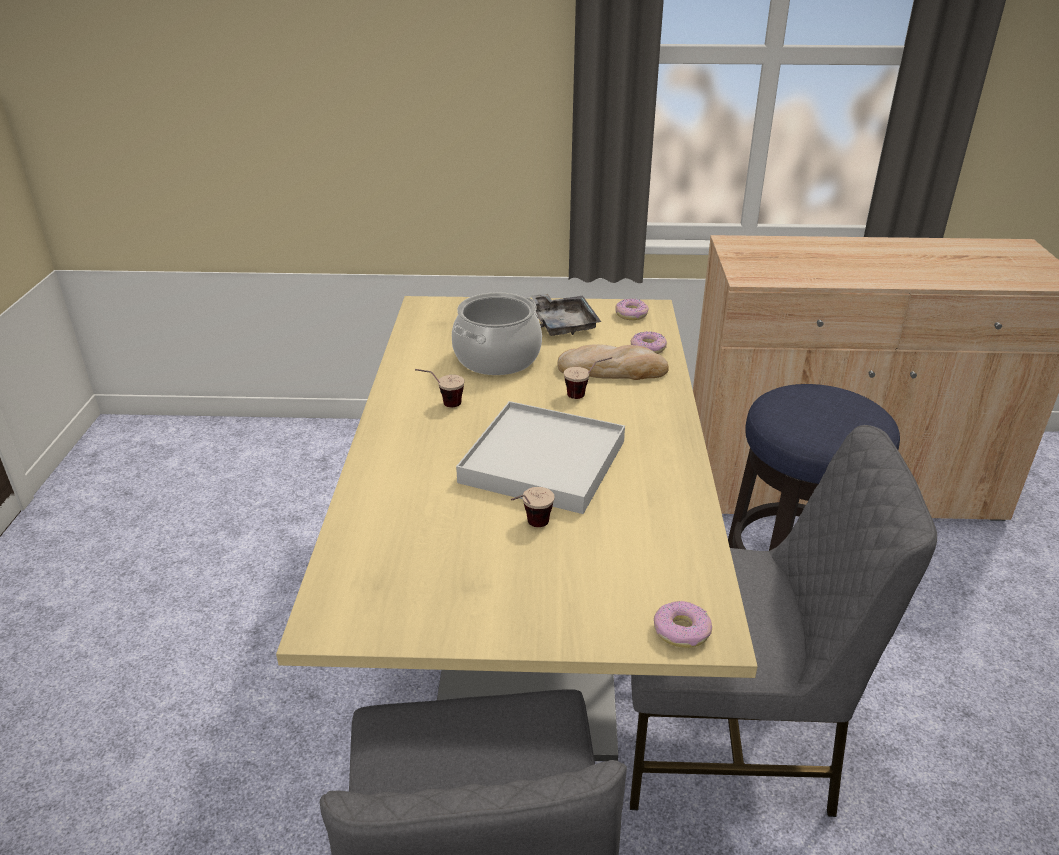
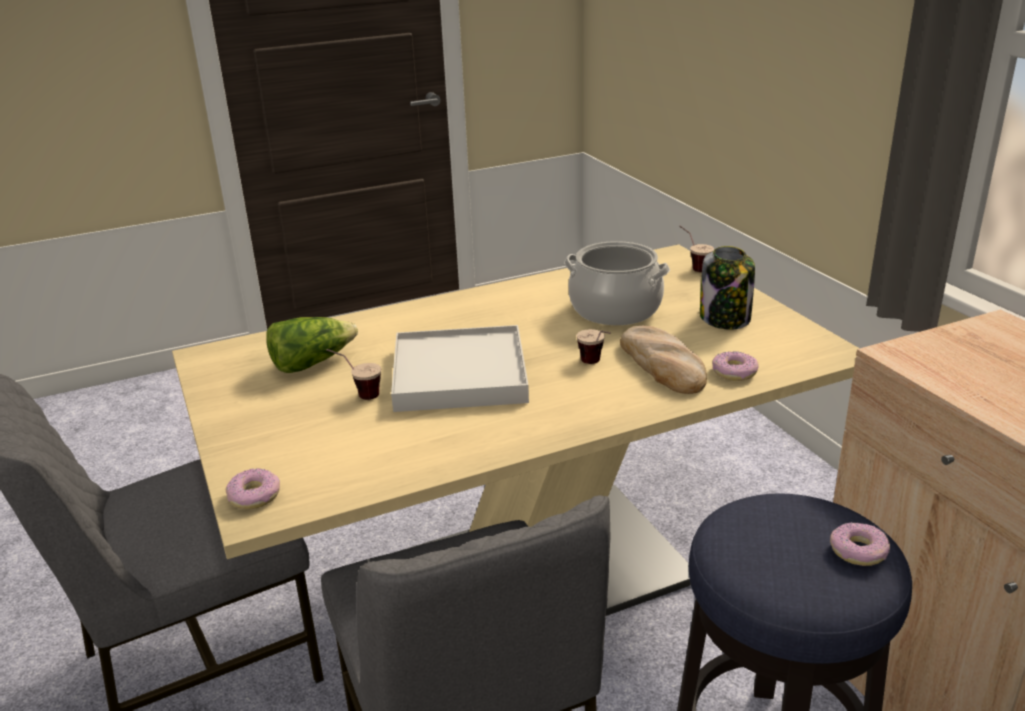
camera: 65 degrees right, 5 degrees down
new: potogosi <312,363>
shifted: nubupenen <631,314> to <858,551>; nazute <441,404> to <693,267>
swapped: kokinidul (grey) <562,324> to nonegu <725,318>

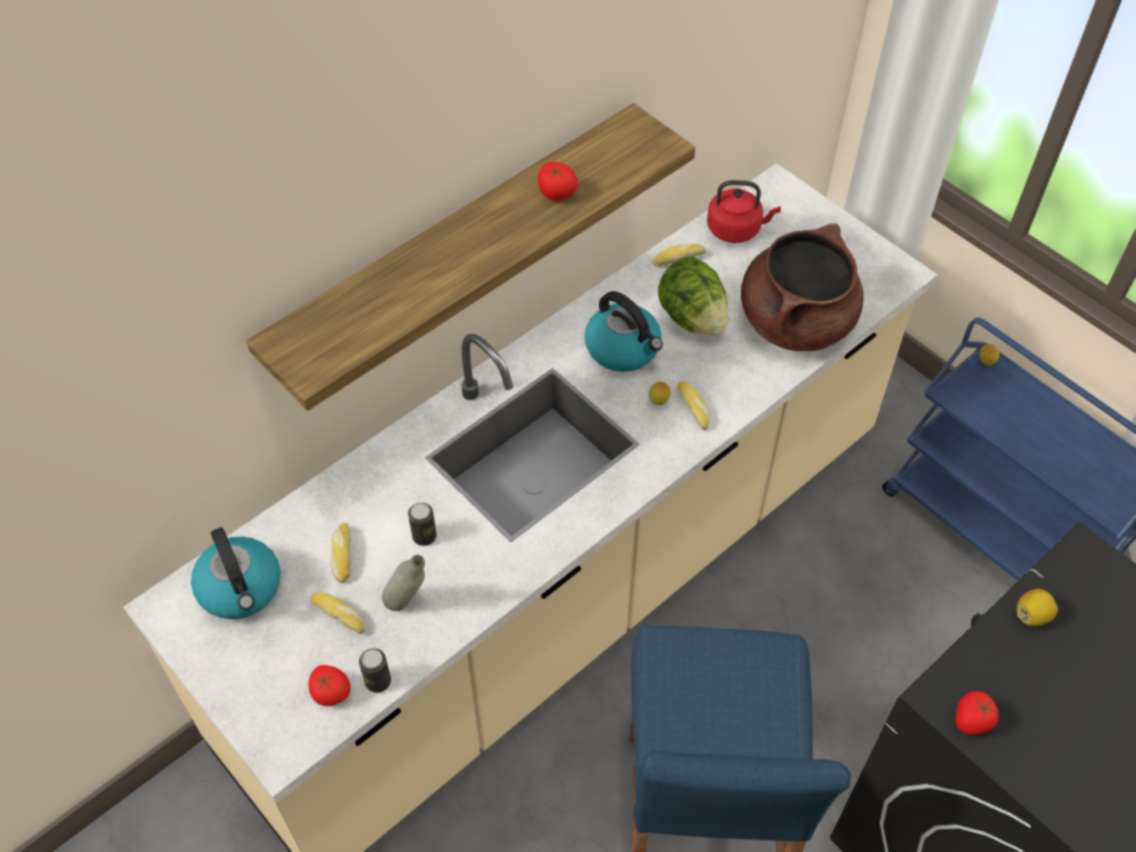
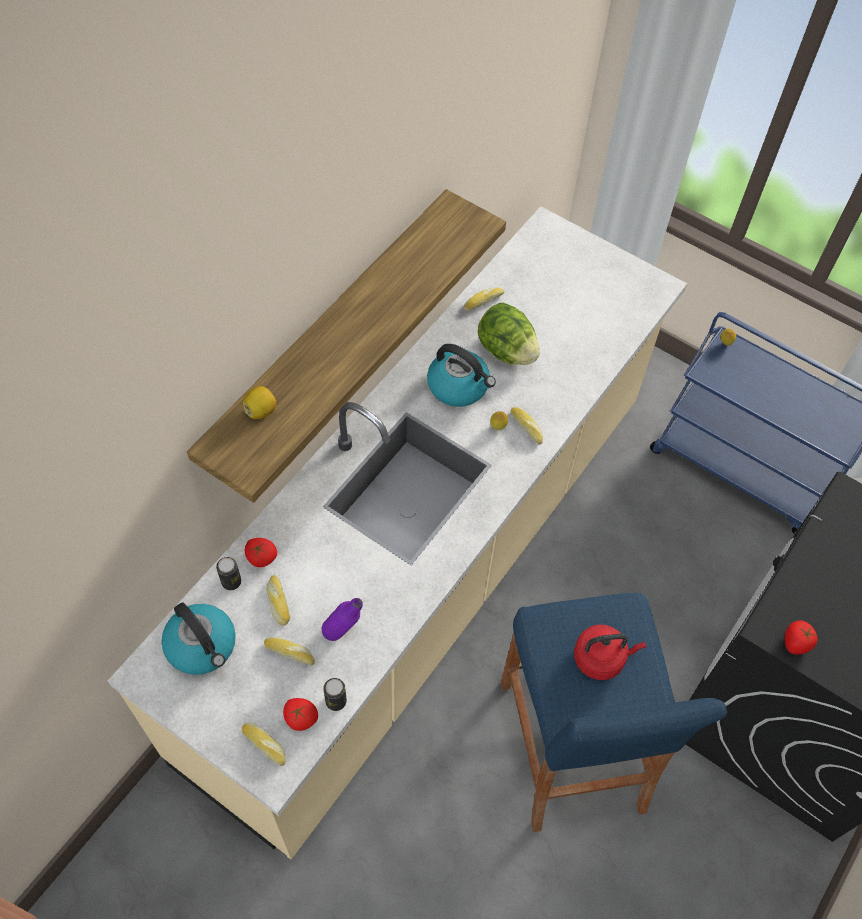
camera: 15 degrees left, 5 degrees up
gone: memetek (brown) <796,322>
new: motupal <265,744>
shifted: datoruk <556,193> to <261,558>; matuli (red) <736,229> to <601,658>; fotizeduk <424,536> to <231,582>; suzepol <1032,615> to <261,410>
repainted: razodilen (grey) <408,605> to razodilen (purple) <343,634>

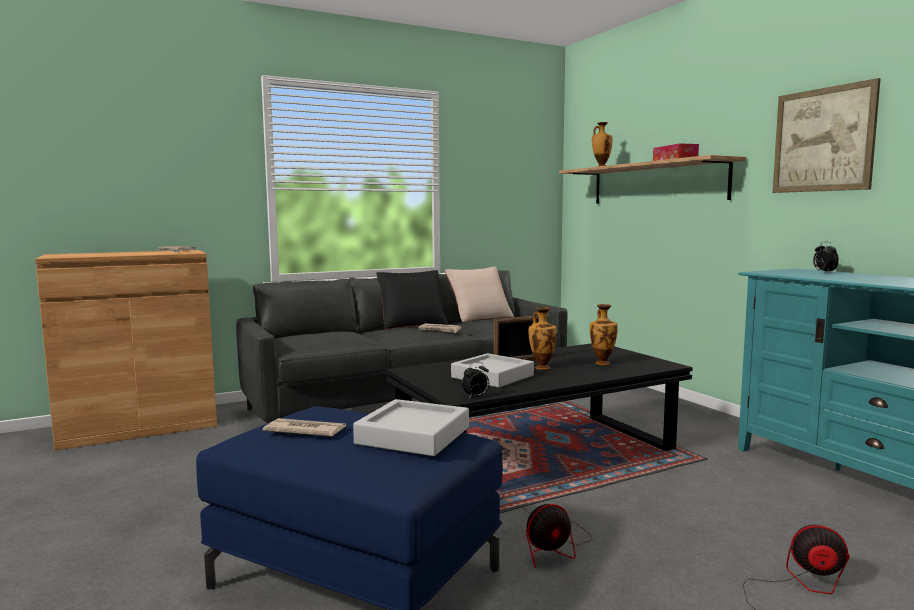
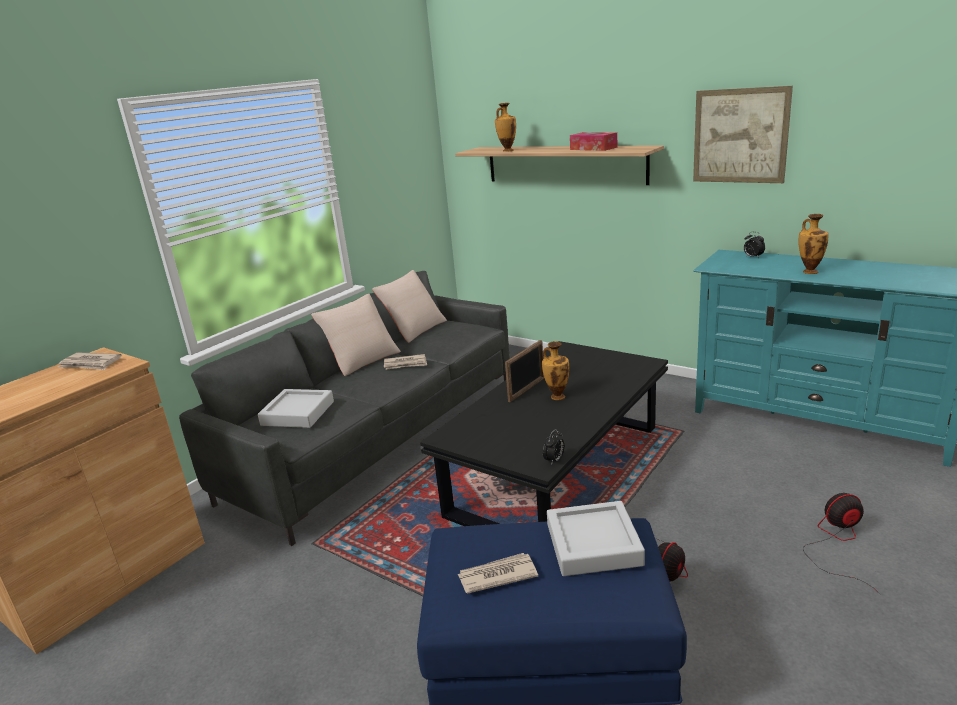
camera: 25 degrees left, 15 degrees up
shifted: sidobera <602,363> to <809,271>; kokinidul (grey) <492,376> to <298,413>
repainted: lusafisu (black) <412,324> to lusafisu (beige) <361,359>

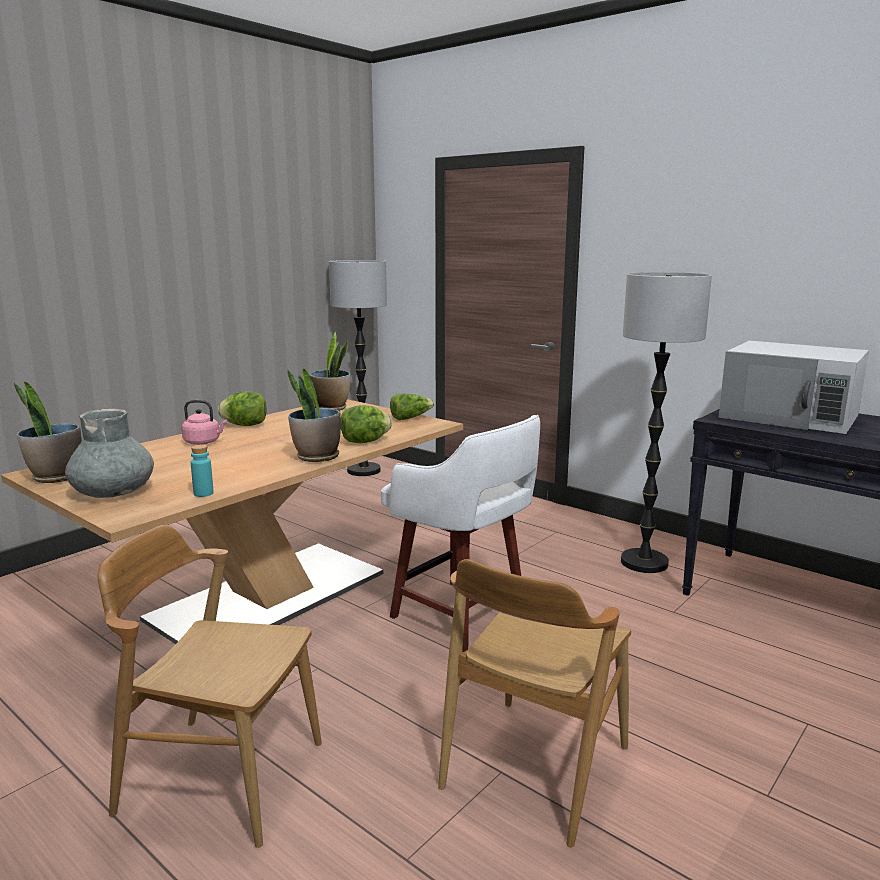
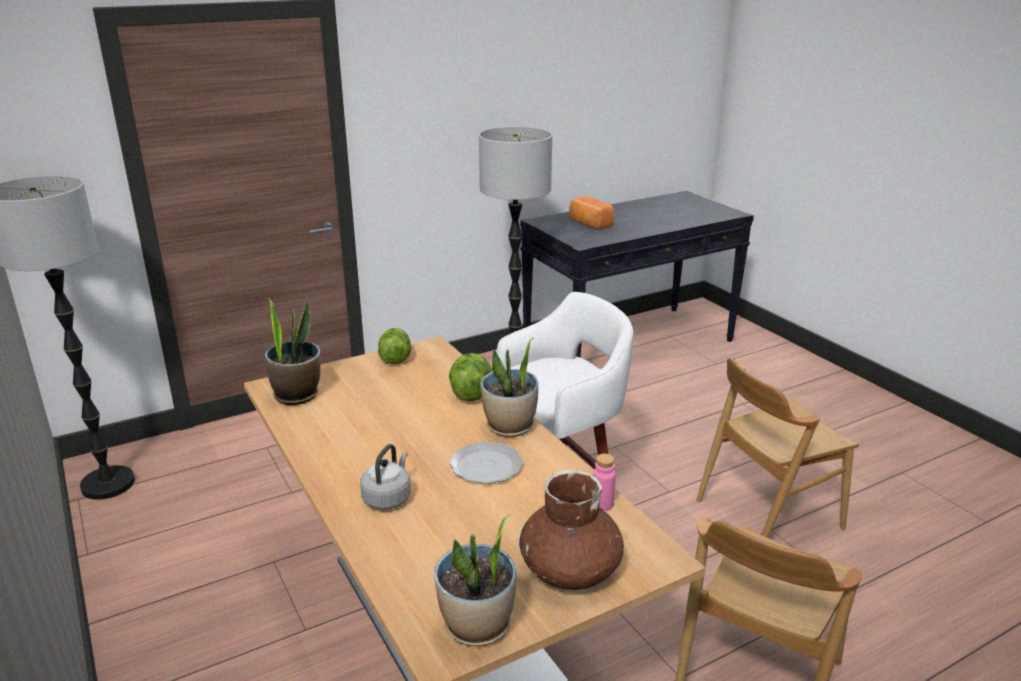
camera: 70 degrees left, 10 degrees up
gone: potogosi <245,425>
new: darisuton <485,466>
swapped: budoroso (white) <790,416> to motupal <589,224>
repainted: matuli (pink) <204,442> to matuli (grey) <388,498>; sidobera (grey) <114,492> to sidobera (brown) <570,569>; razodilen (turquoise) <203,493> to razodilen (pink) <602,504>
rotated: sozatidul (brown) <534,767> = <767,514> 105 degrees clockwise

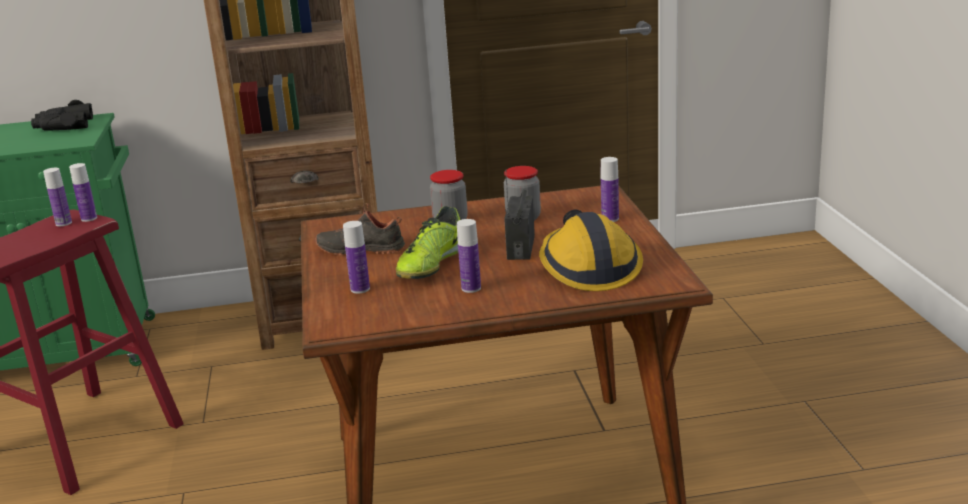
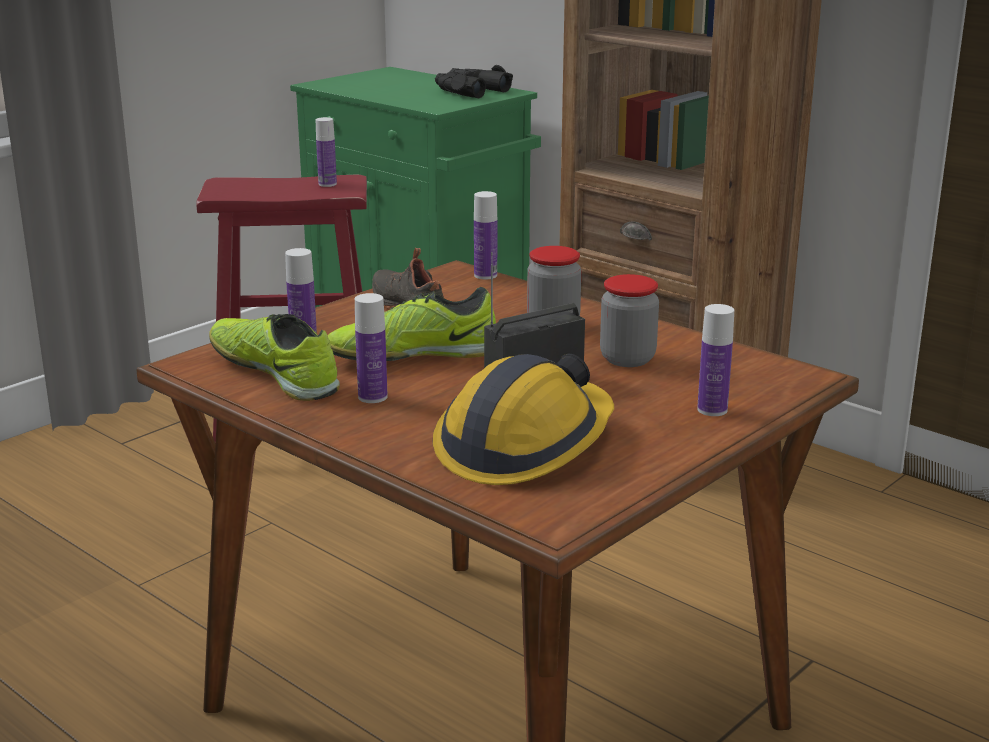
camera: 50 degrees right, 0 degrees up
new: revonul <275,372>
shifted: razodilen <89,218> to <485,275>

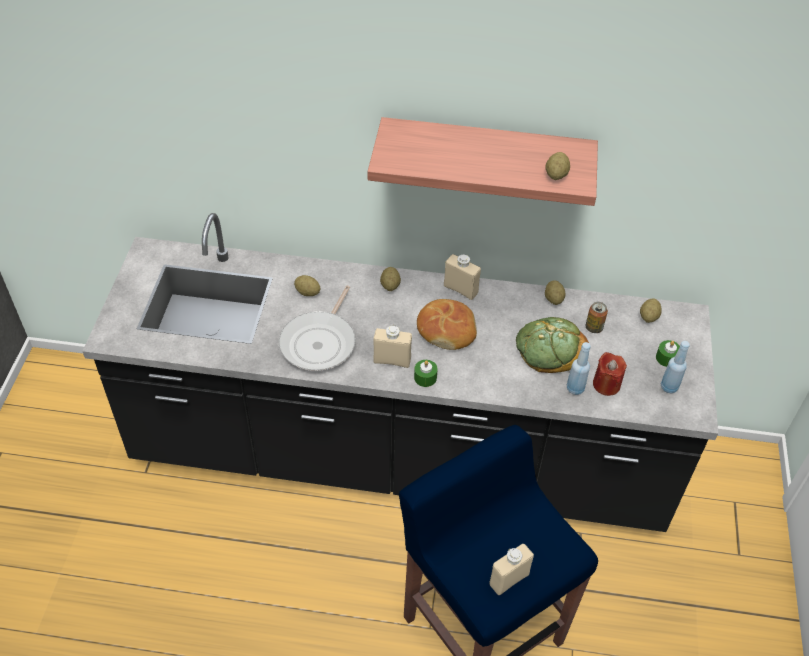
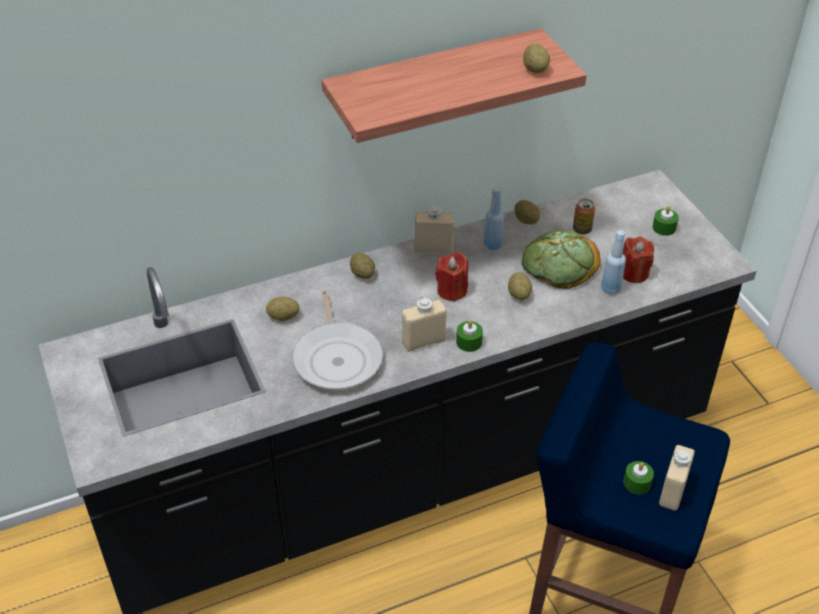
camera: 30 degrees left, 5 degrees down
new: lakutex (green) <637,483>
shifted: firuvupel <648,317> to <519,294>; razodilen (blue) <669,387> to <492,245>
swapped: motupal <446,330> to lakutex (red) <452,290>

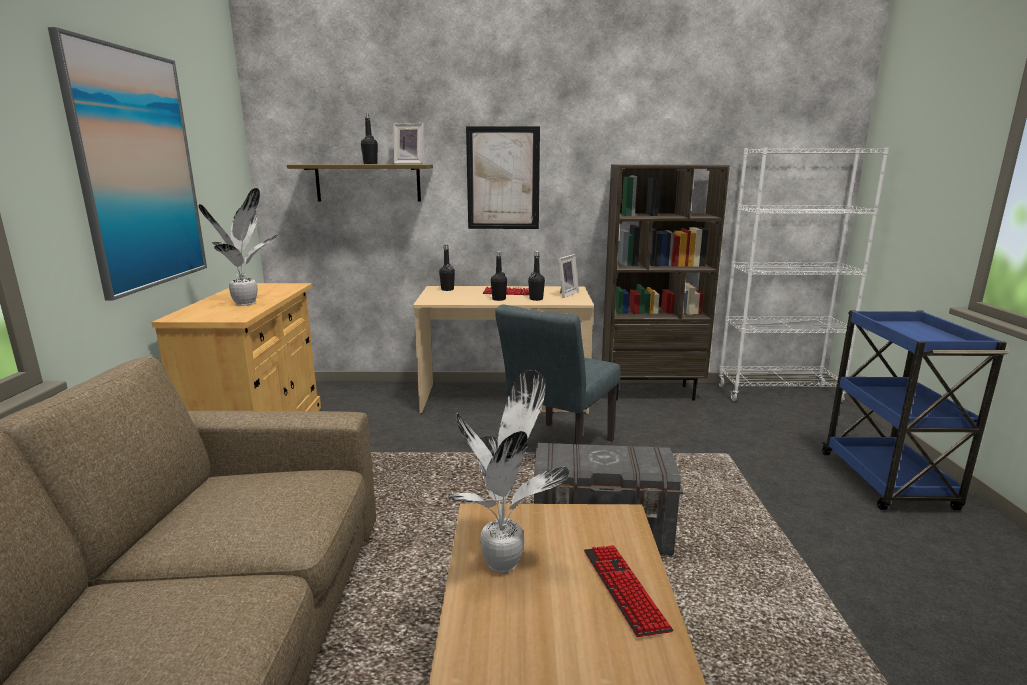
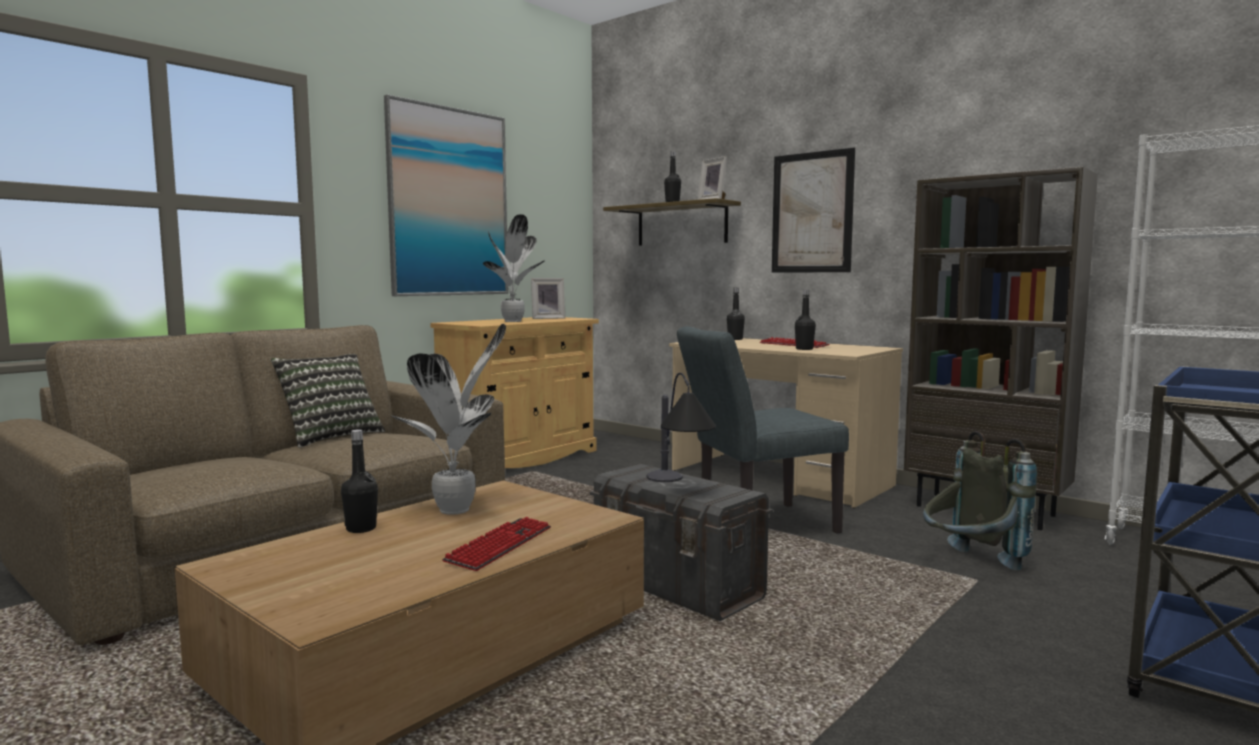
camera: 40 degrees right, 10 degrees down
new: lusafisu <330,436>; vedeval <678,487>; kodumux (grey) <969,565>
shifted: razodilen (black) <499,299> to <361,529>; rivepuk <565,294> to <547,318>

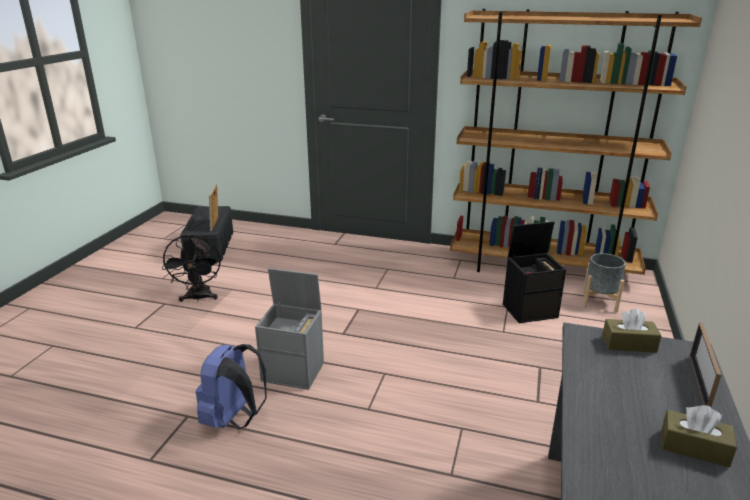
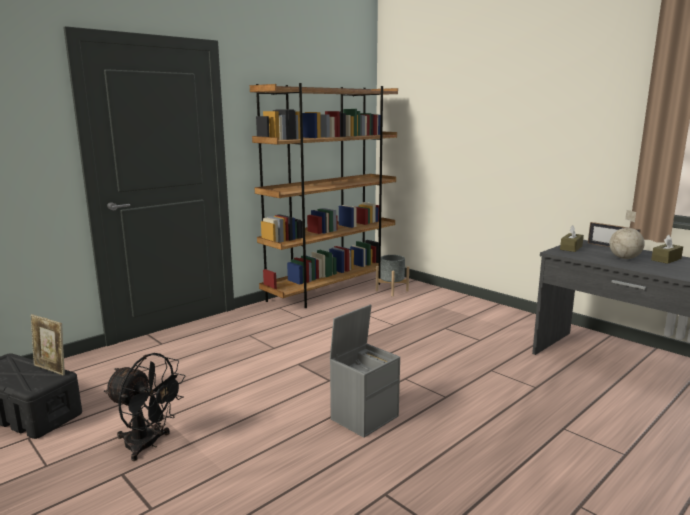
camera: 60 degrees left, 10 degrees down
gone: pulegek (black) <530,310>; kodumux (blue) <234,419>
new: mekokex <624,258>

